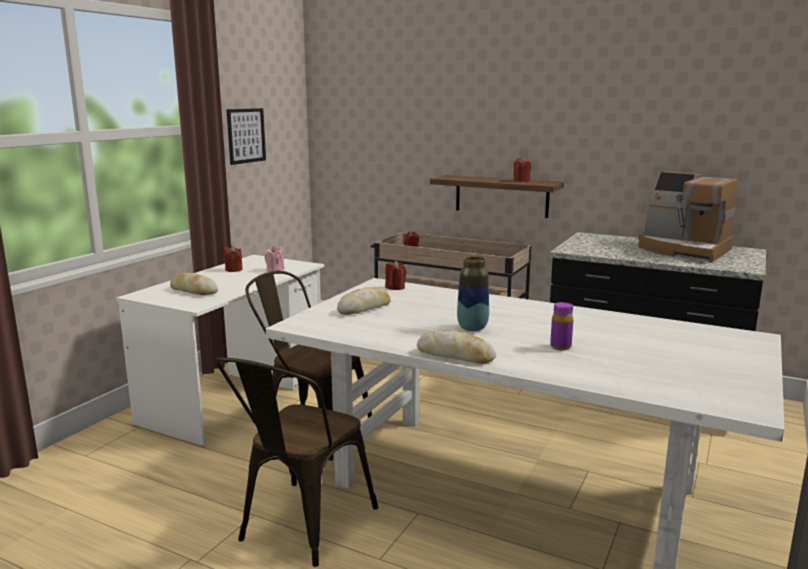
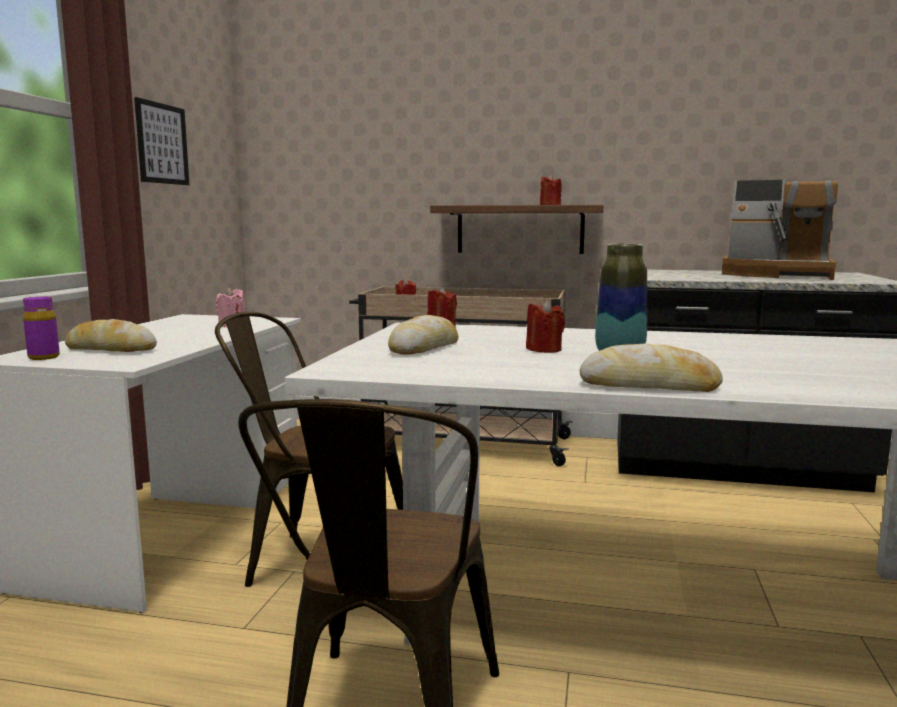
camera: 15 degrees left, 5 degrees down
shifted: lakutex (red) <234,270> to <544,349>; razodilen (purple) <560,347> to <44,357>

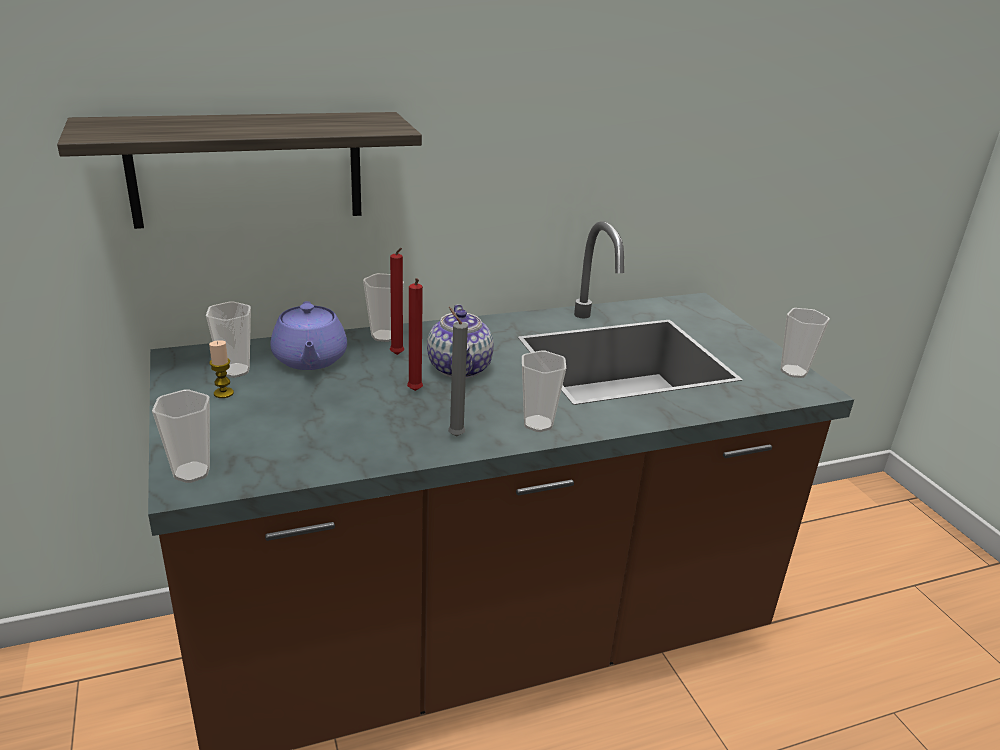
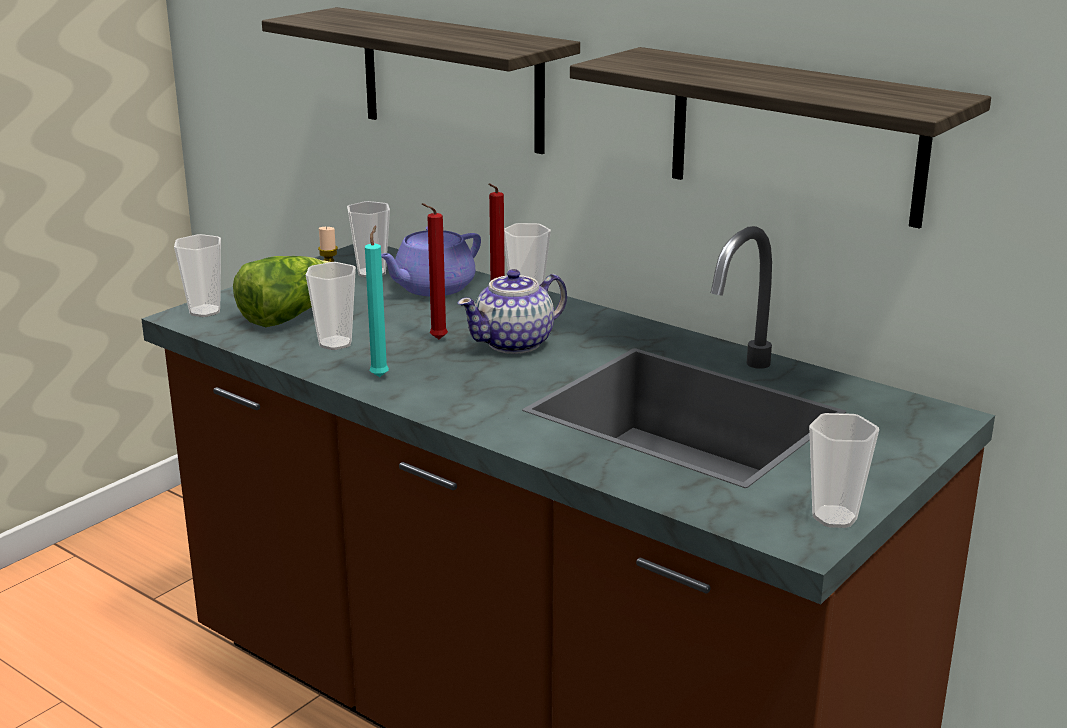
camera: 60 degrees right, 5 degrees down
new: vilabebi <795,136>; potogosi <288,316>
shifted: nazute <538,424> to <335,343>
repainted: lakutex (grey) <454,435> to lakutex (turquoise) <380,375>

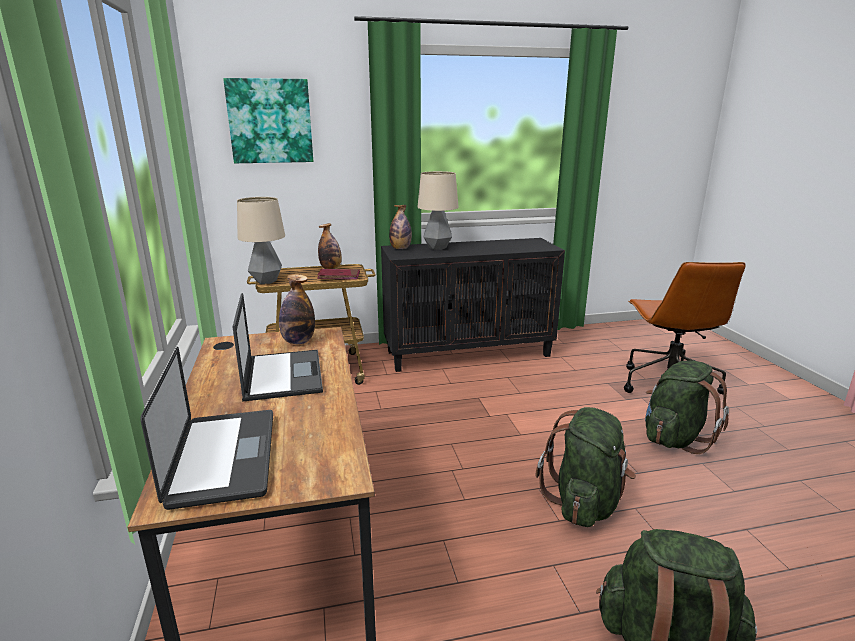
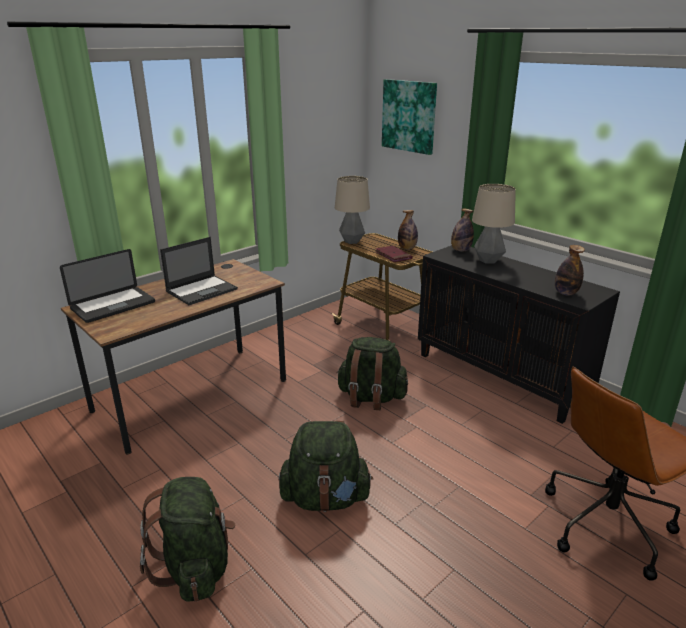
camera: 60 degrees right, 5 degrees up
shifted: razodilen <298,341> to <565,293>; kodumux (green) <675,438> to <371,398>

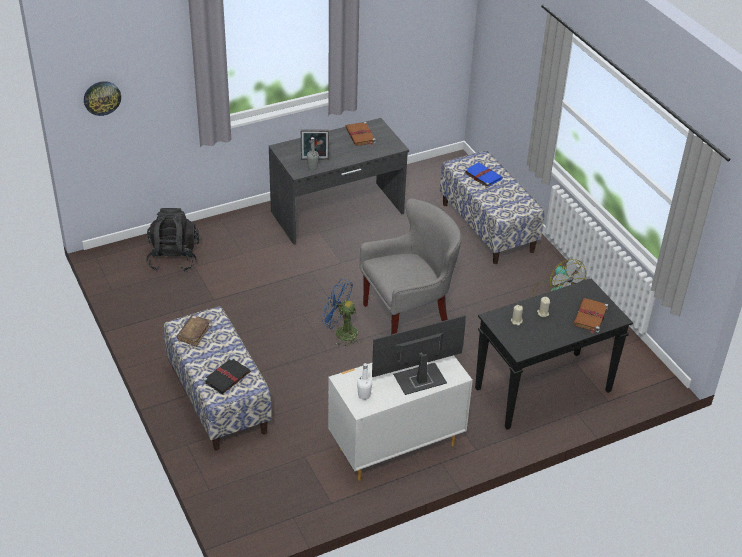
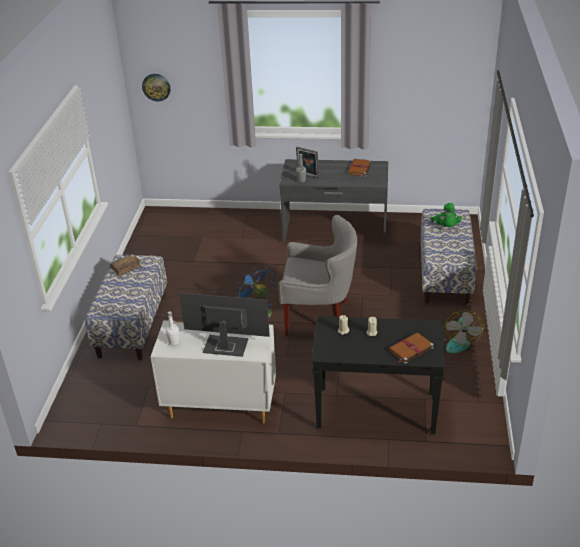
camera: 35 degrees right, 5 degrees down
gone: kodumux (black) <173,258>; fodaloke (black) <227,377>
swapped: fodaloke (blue) <482,175> to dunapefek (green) <446,226>

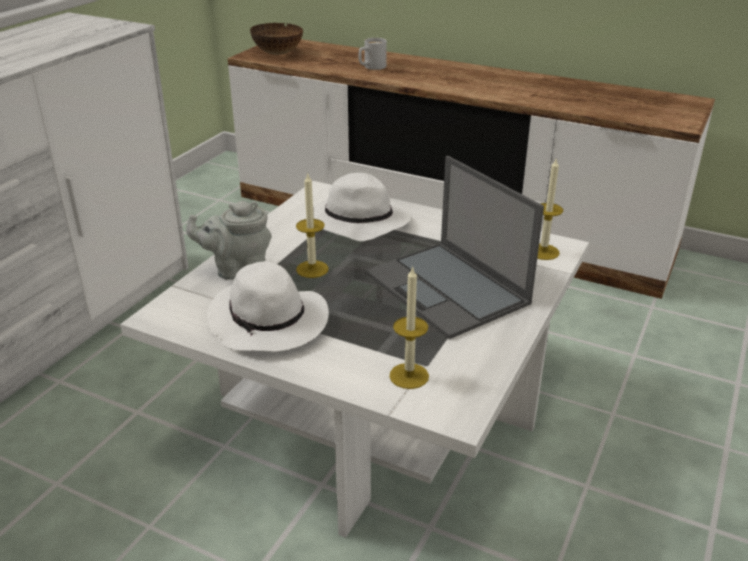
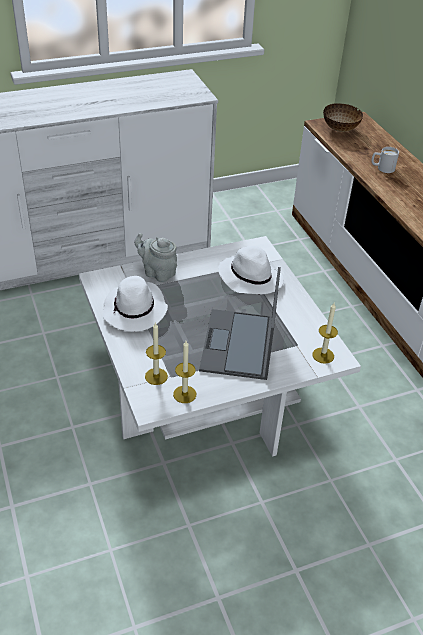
camera: 40 degrees right, 10 degrees up
shifted: lakutex <312,269> to <184,394>

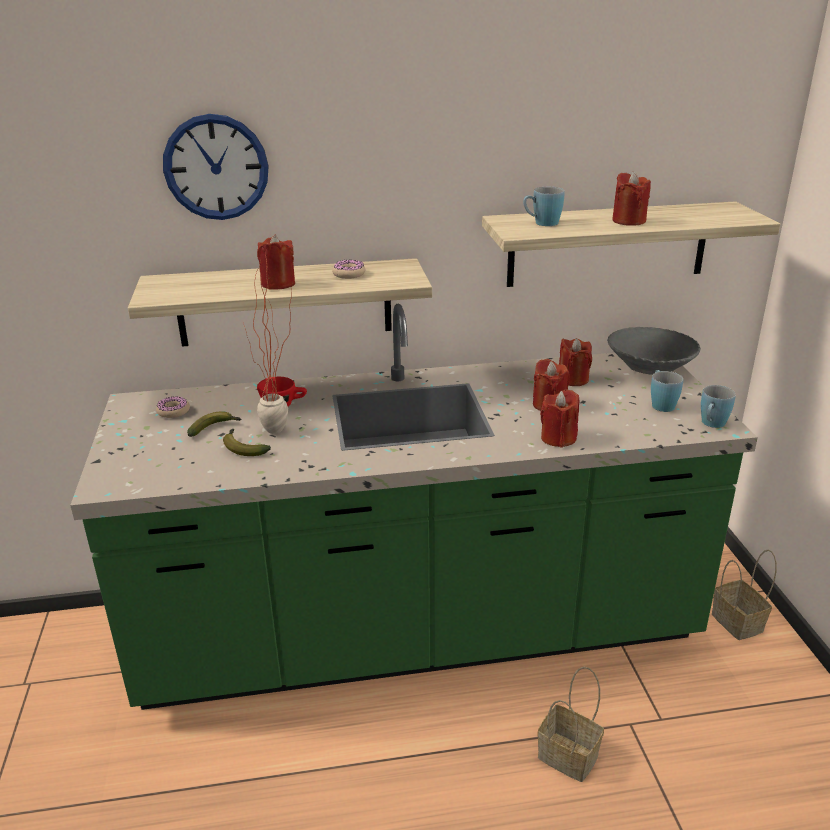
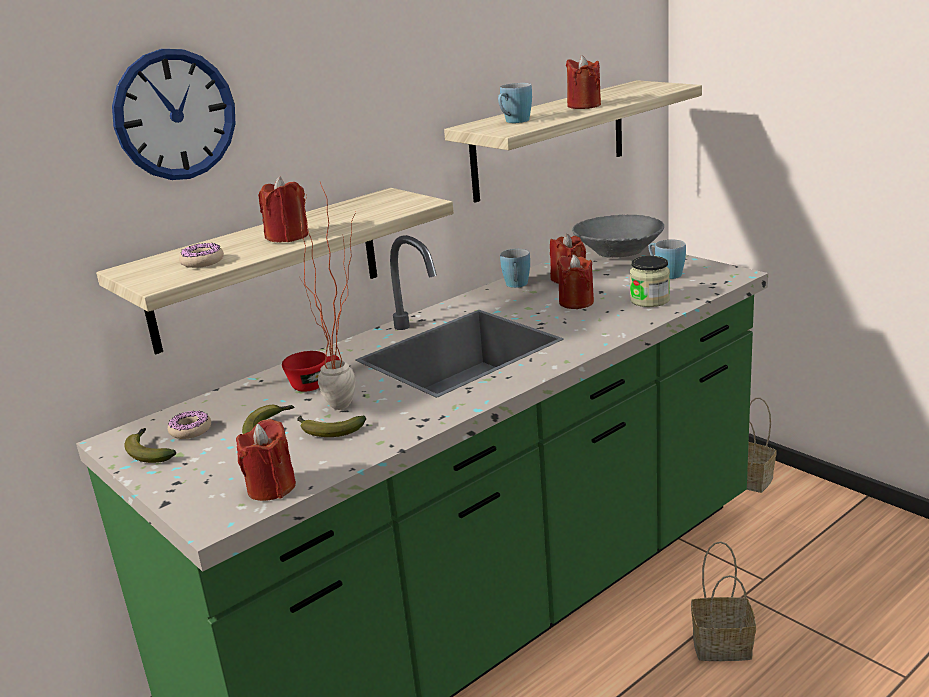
camera: 30 degrees left, 5 degrees down
new: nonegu <649,300>; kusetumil <149,452>
shifted: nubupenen <349,274> to <202,262>; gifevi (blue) <711,424> to <517,285>; lakutex (red) <558,438> to <271,488>

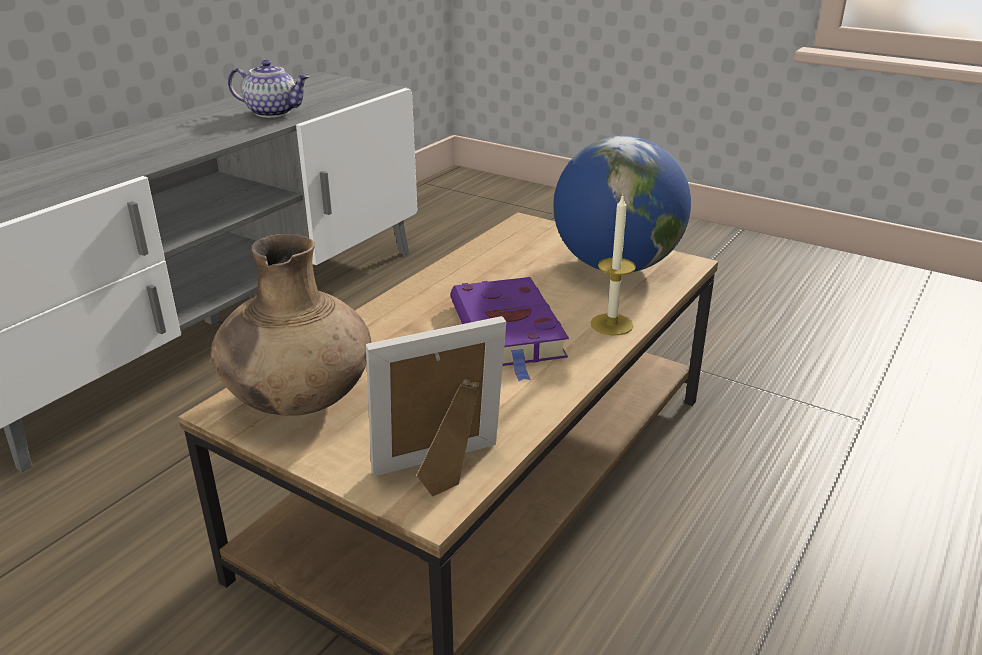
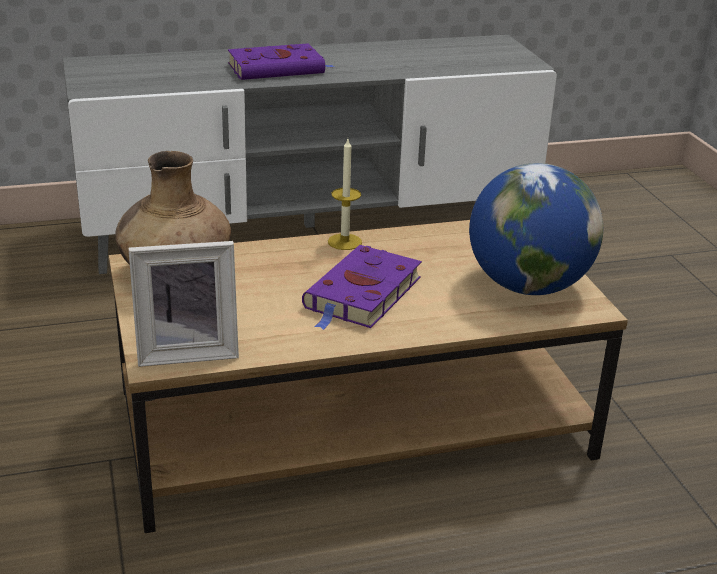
camera: 40 degrees right, 0 degrees up
gone: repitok <273,112>
new: fodaloke (purple) <279,68>
shifted: lakutex <611,324> to <344,242>
rotated: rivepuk <443,472> = <187,351> 150 degrees clockwise

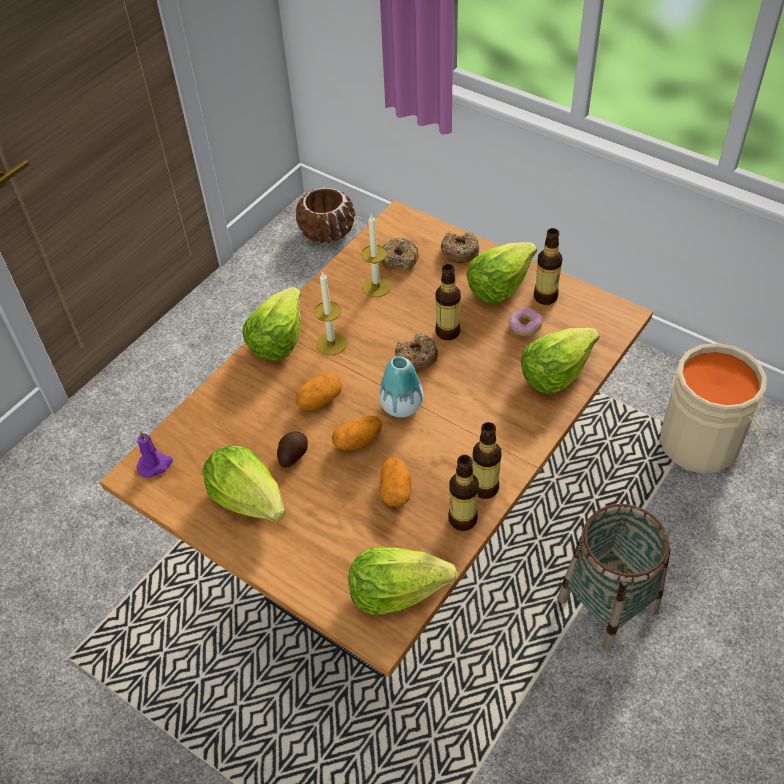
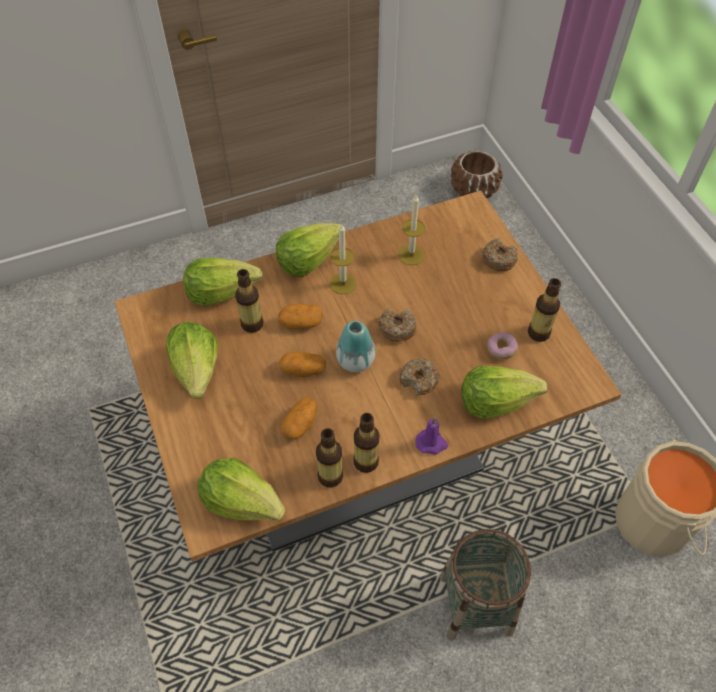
camera: 30 degrees right, 5 degrees up
gone: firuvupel <292,454>
shifted: nubupenen <399,260> to <419,380>; potogosi <499,285> to <221,291>; razodilen <447,332> to <252,324>; lakutex (purple) <155,465> to <431,443>

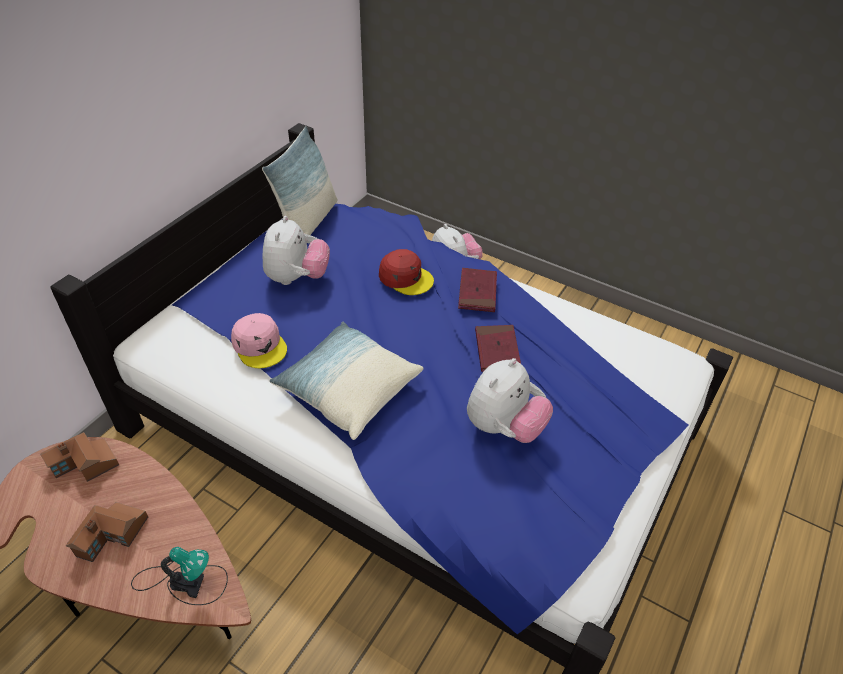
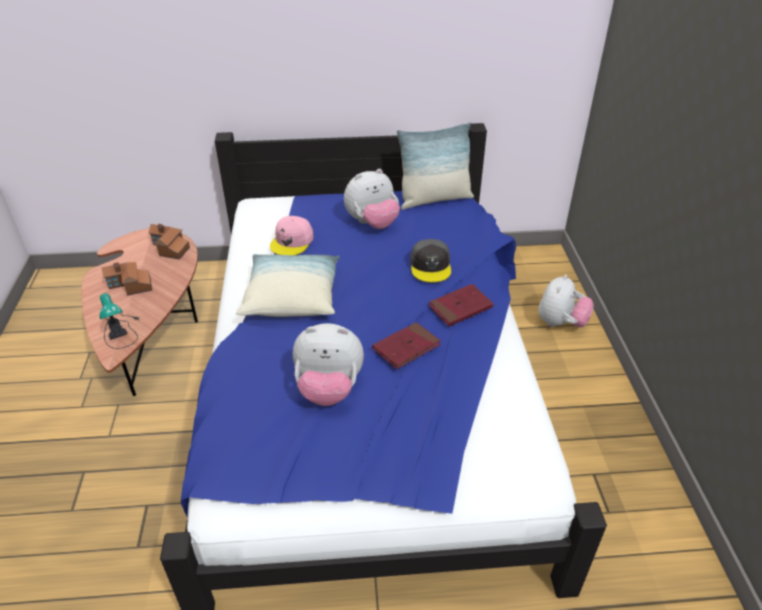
camera: 55 degrees right, 5 degrees down
repainted: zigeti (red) <405,277> to zigeti (grey) <430,266>

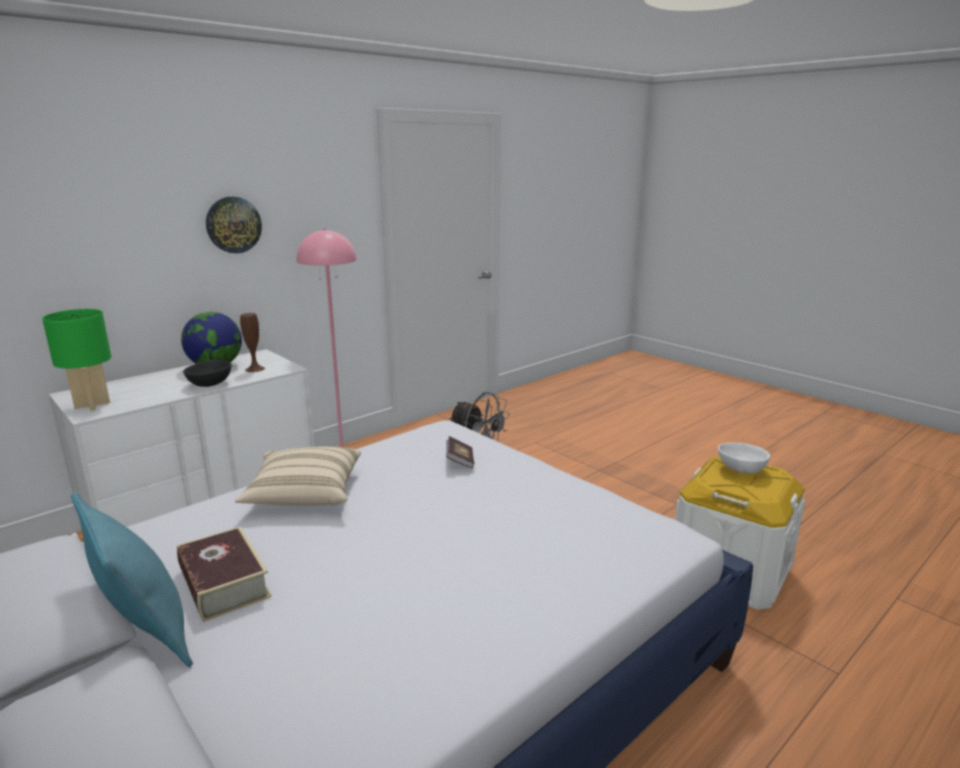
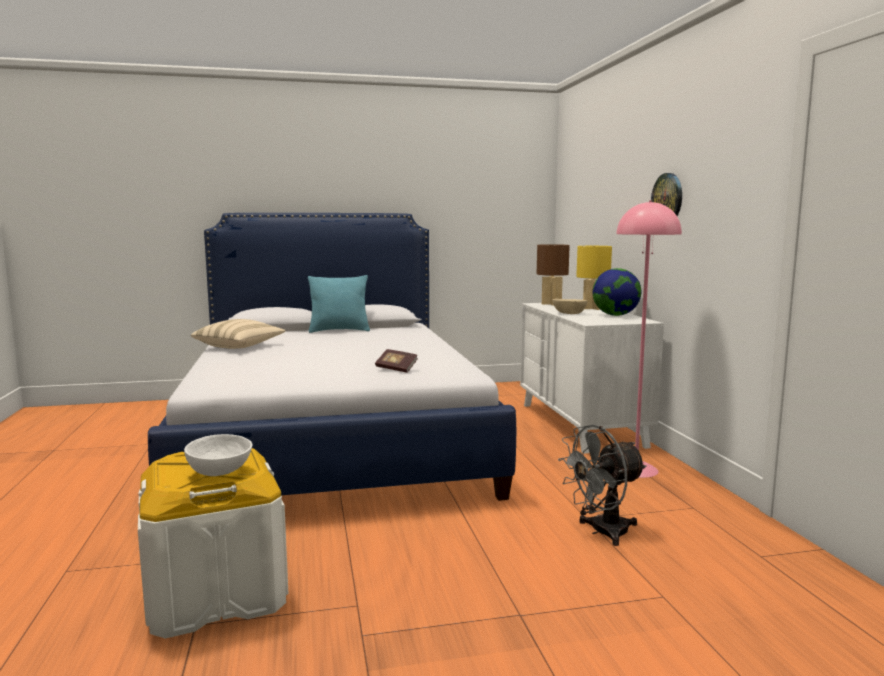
camera: 120 degrees right, 10 degrees down
gone: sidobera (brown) <255,369>; fodaloke <224,583>
new: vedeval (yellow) <591,308>
shifted: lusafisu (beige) <304,494> to <239,346>
repainted: vedeval (green) <92,405> to vedeval (brown) <551,304>; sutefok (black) <210,384> to sutefok (beige) <569,314>

